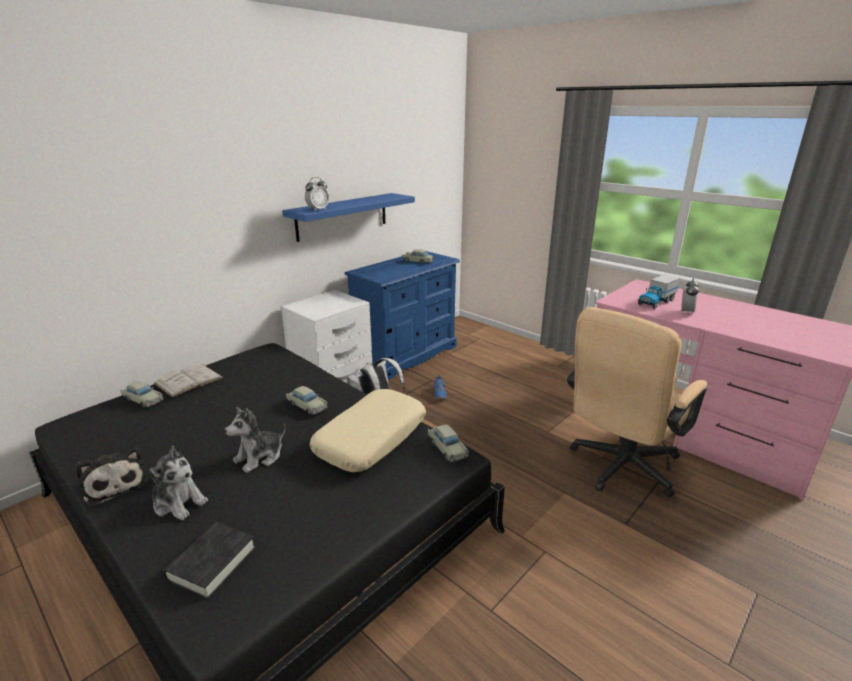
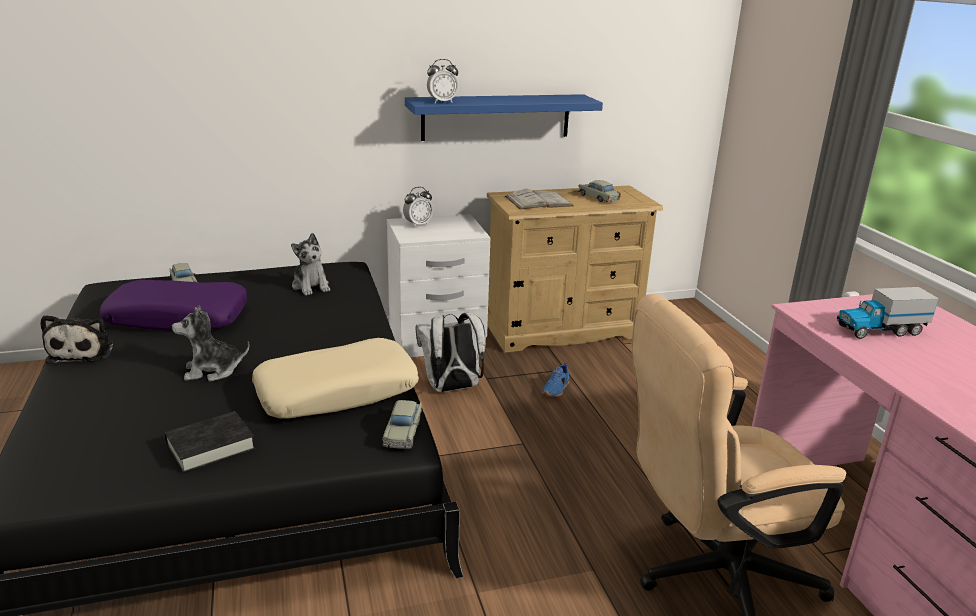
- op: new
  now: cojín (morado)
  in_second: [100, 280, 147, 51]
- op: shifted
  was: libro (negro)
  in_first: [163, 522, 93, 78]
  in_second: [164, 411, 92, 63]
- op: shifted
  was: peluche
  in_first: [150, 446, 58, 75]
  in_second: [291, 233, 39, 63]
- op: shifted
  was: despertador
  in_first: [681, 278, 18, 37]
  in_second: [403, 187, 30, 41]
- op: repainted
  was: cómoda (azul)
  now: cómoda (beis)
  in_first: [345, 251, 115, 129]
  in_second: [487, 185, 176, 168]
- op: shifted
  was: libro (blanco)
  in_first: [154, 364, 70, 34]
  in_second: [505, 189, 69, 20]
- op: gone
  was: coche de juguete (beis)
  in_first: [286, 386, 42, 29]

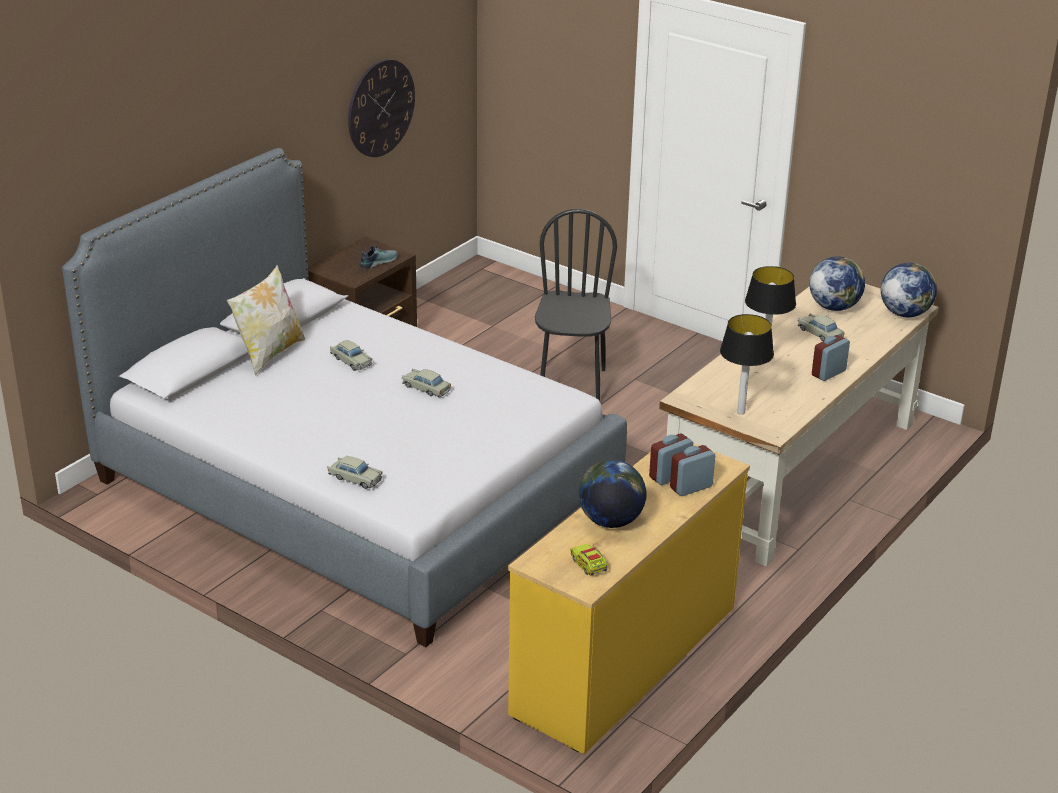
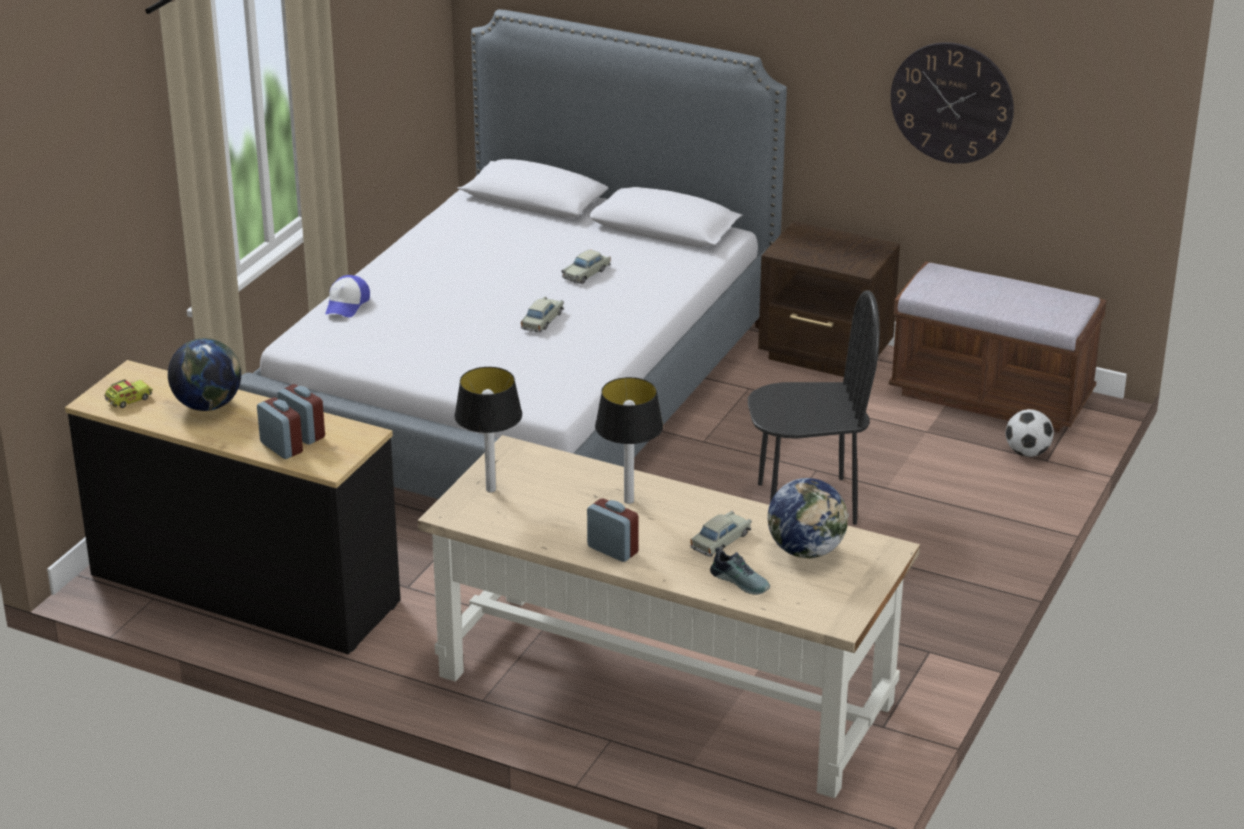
- op: repainted
  was: cómoda (amarillo)
  now: cómoda (negro)
  in_first: [508, 443, 242, 311]
  in_second: [65, 360, 336, 295]
- op: swapped
  was: coche de juguete (beis)
  now: gorra
  in_first: [328, 456, 55, 33]
  in_second: [325, 275, 45, 42]
- op: shifted
  was: zapato
  in_first: [360, 245, 38, 24]
  in_second: [710, 547, 60, 48]
- op: new
  now: banco (marrón)
  in_second: [889, 261, 217, 172]
- op: new
  now: balón de fútbol
  in_second: [1006, 409, 48, 48]
- op: gone
  was: cojín
  in_first: [227, 265, 78, 111]
- op: gone
  was: globo terráqueo
  in_first: [881, 263, 56, 54]

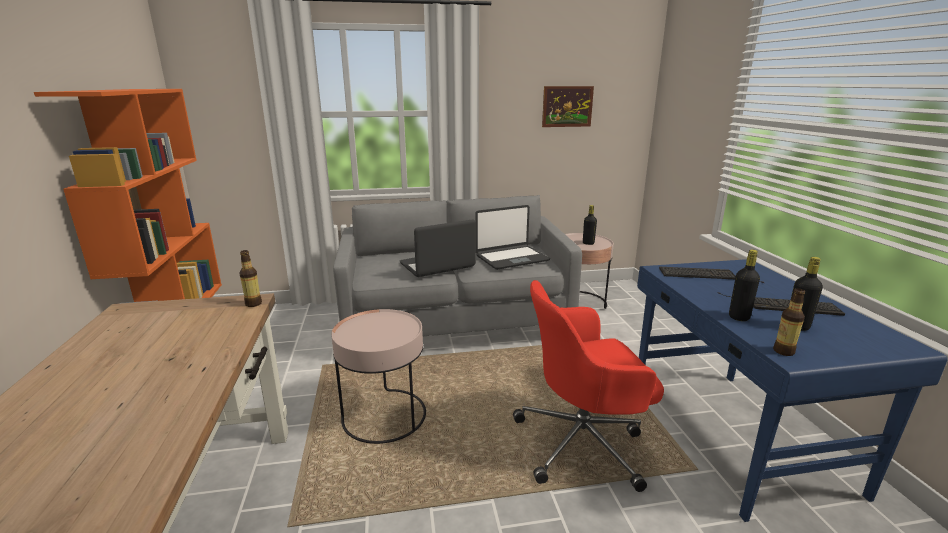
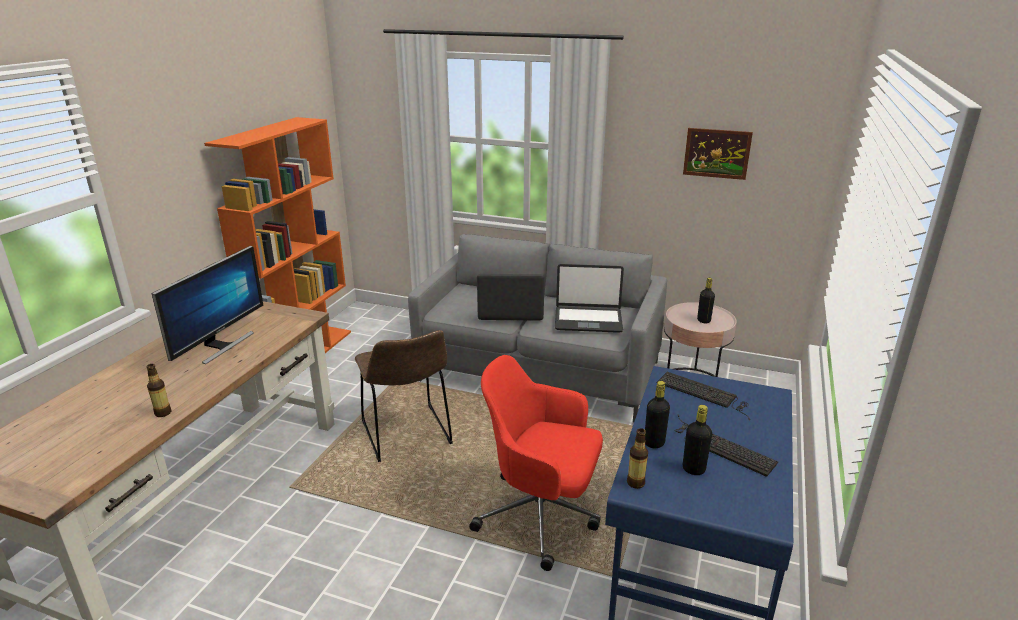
- op: shifted
  was: botella
  in_first: [240, 250, 22, 57]
  in_second: [146, 364, 25, 53]
- op: new
  now: monitor
  in_second: [152, 246, 111, 118]
- op: swapped
  was: mesa auxiliar (rosa)
  now: silla (marrón)
  in_first: [331, 309, 95, 135]
  in_second: [355, 330, 98, 132]

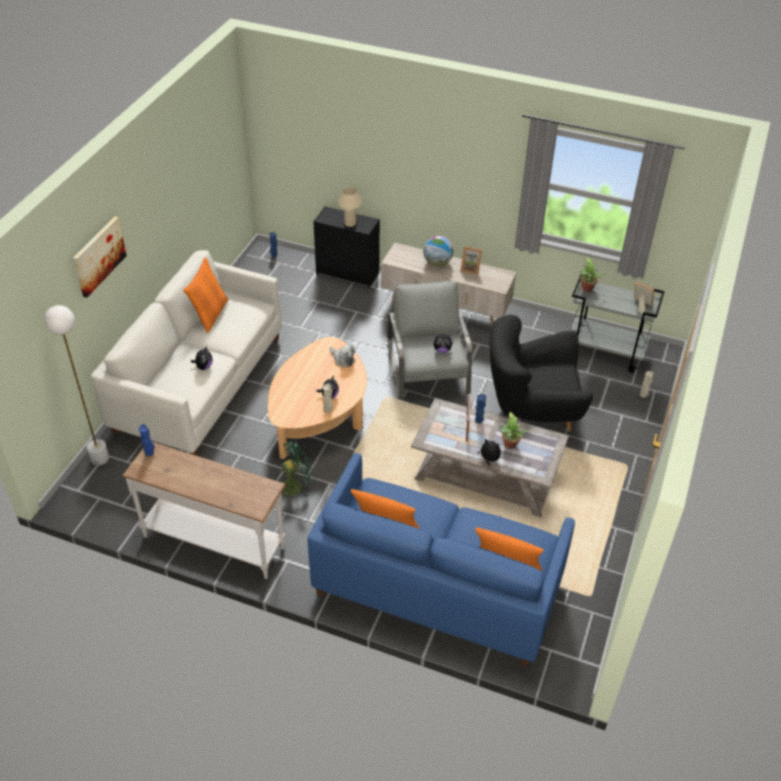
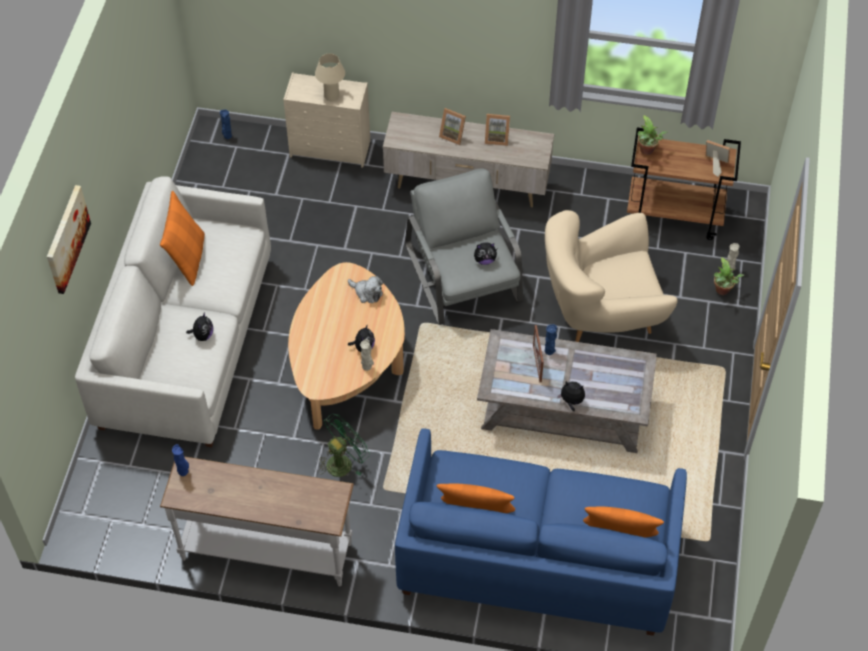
- op: repainted
  was: cómoda (negro)
  now: cómoda (beis)
  in_first: [313, 206, 67, 82]
  in_second: [283, 73, 87, 95]
- op: swapped
  was: globo terráqueo
  now: portarretratos
  in_first: [423, 236, 30, 30]
  in_second: [439, 108, 27, 37]
- op: repainted
  was: sillón (negro)
  now: sillón (beis)
  in_first: [490, 315, 103, 116]
  in_second: [545, 210, 133, 132]
- op: repainted
  was: carrito (gris)
  now: carrito (marrón)
  in_first: [570, 273, 95, 100]
  in_second: [627, 127, 114, 113]
- op: shifted
  was: planta en maceta
  in_first: [501, 412, 29, 37]
  in_second: [714, 257, 30, 38]
- op: gone
  was: lámpara de pie (blanco)
  in_first: [44, 305, 65, 160]

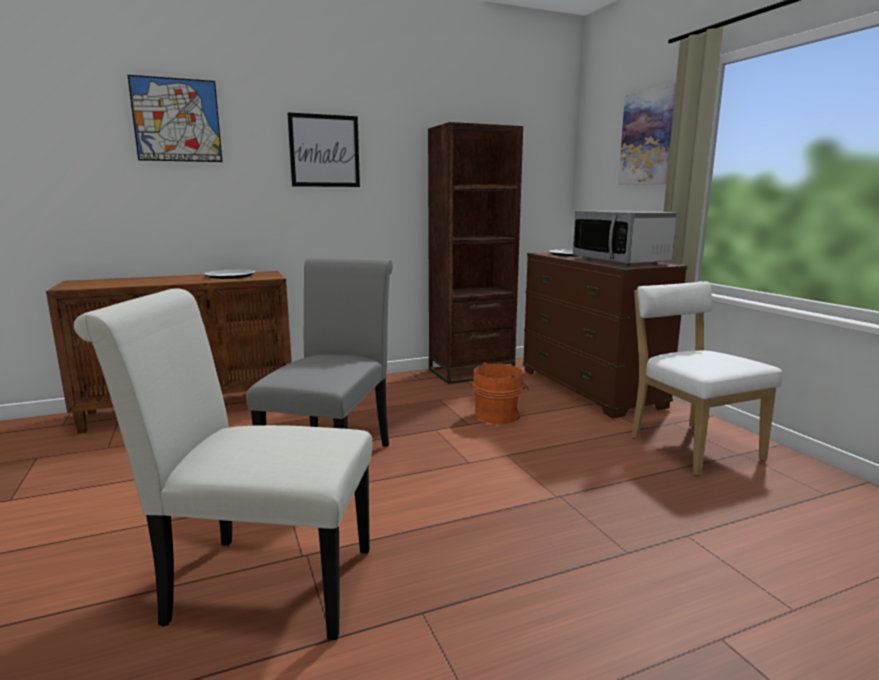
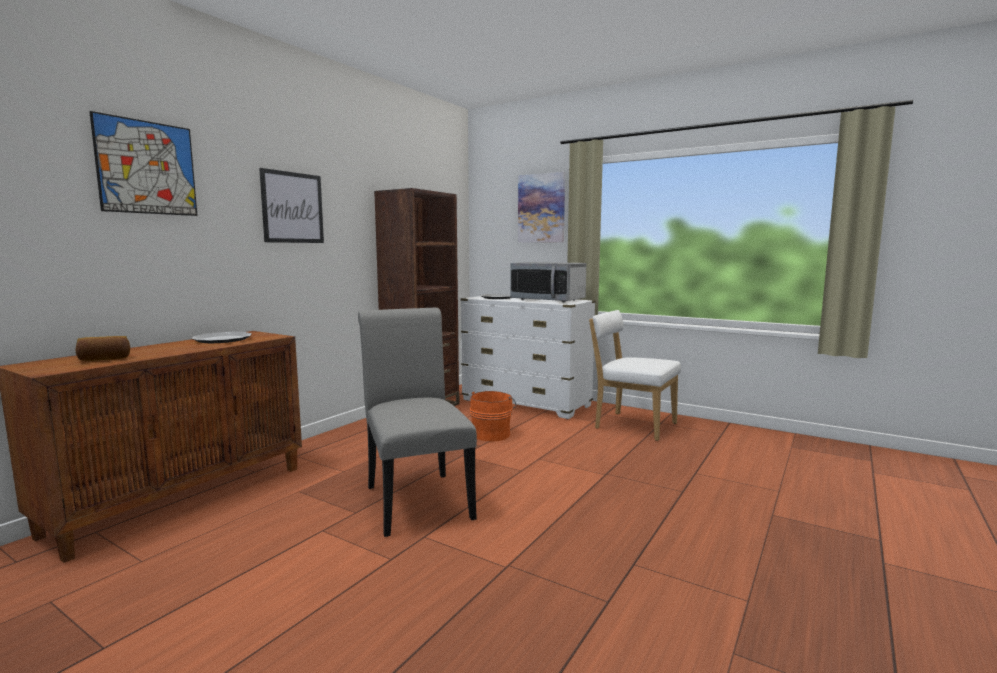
- op: new
  now: pan
  in_second: [75, 336, 55, 25]
- op: repainted
  was: cómoda (marrón)
  now: cómoda (blanco)
  in_first: [523, 252, 165, 166]
  in_second: [461, 296, 135, 123]
- op: gone
  was: silla (blanco)
  in_first: [74, 289, 298, 351]

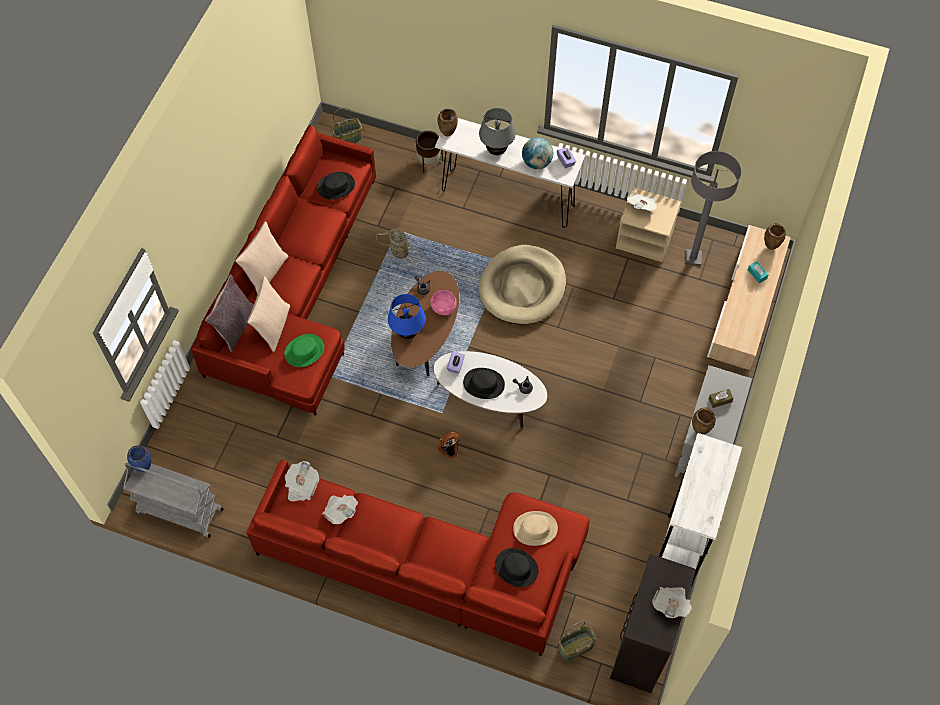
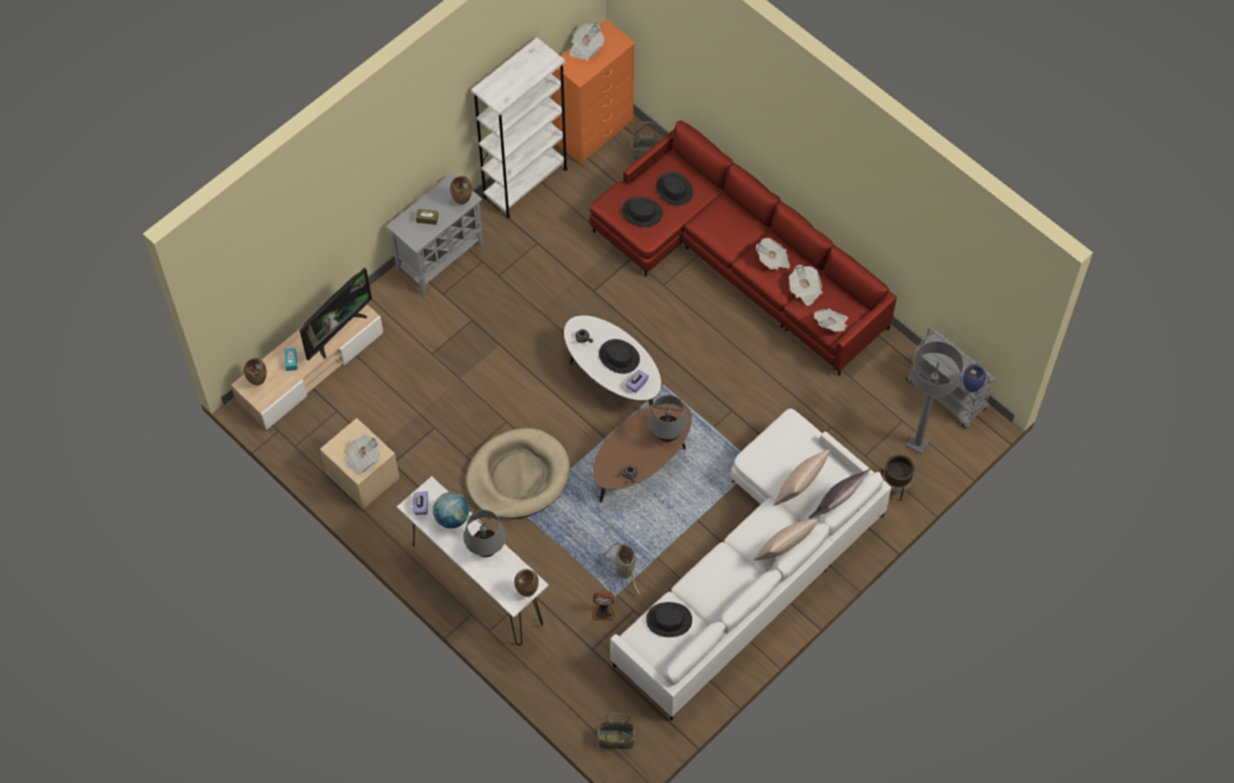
- op: new
  now: televisor
  in_second: [300, 268, 72, 93]
- op: repainted
  was: cómoda (negro)
  now: cómoda (naranja)
  in_first: [610, 554, 86, 139]
  in_second: [552, 19, 83, 146]
- op: shifted
  was: ventilador
  in_first: [438, 432, 22, 27]
  in_second: [592, 591, 23, 29]
- op: repainted
  was: sofá (rojo)
  now: sofá (blanco)
  in_first: [191, 125, 185, 291]
  in_second: [610, 408, 281, 313]
- op: repainted
  was: sombrero (beis)
  now: sombrero (negro)
  in_first: [513, 511, 45, 35]
  in_second: [621, 197, 42, 30]
- op: repainted
  was: lámpara de mesa (azul)
  now: lámpara de mesa (gris)
  in_first: [388, 294, 38, 45]
  in_second: [648, 395, 40, 47]
- op: new
  now: periódico
  in_second: [756, 238, 34, 32]
- op: shifted
  was: maceta (marrón)
  in_first: [416, 131, 27, 42]
  in_second: [881, 455, 33, 46]
- op: shifted
  was: lámpara de pie (gris)
  in_first: [685, 151, 56, 114]
  in_second: [906, 341, 58, 114]
- op: gone
  was: sombrero (verde)
  in_first: [284, 334, 40, 33]
- op: gone
  was: cuenco (rosa)
  in_first: [431, 290, 26, 26]

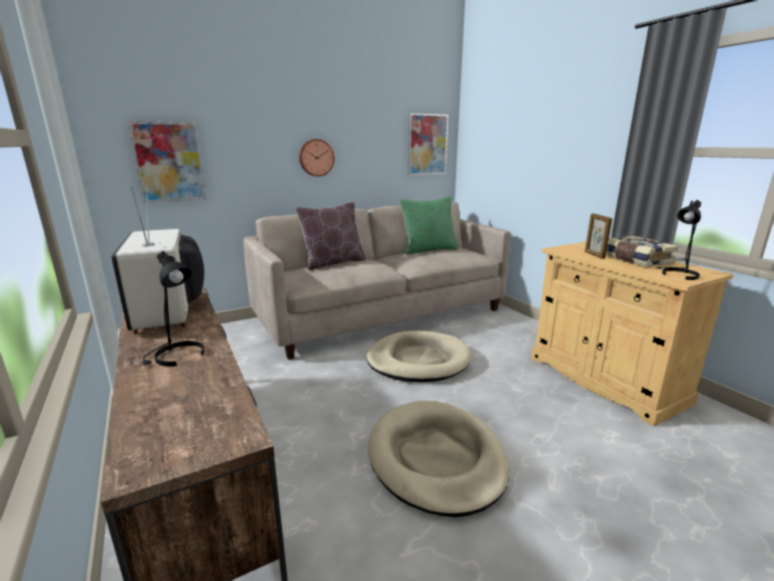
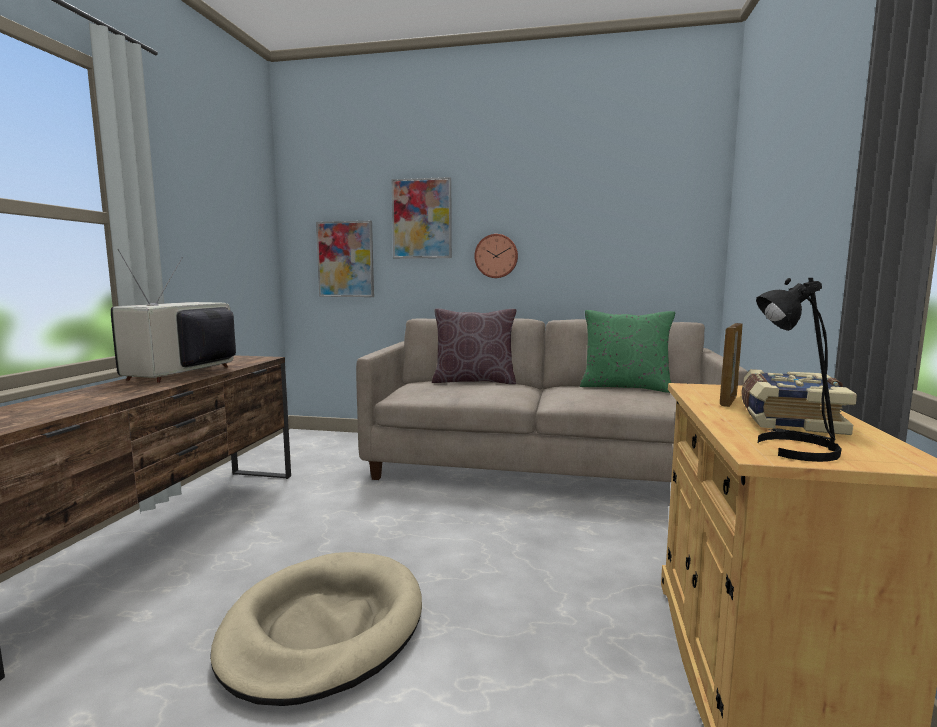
- op: shifted
  was: cuadro
  in_first: [408, 113, 40, 62]
  in_second: [392, 177, 60, 82]
- op: gone
  was: lámpara de mesa (negro)
  in_first: [142, 251, 62, 115]
- op: gone
  was: cama para perro (beis)
  in_first: [366, 330, 105, 52]

